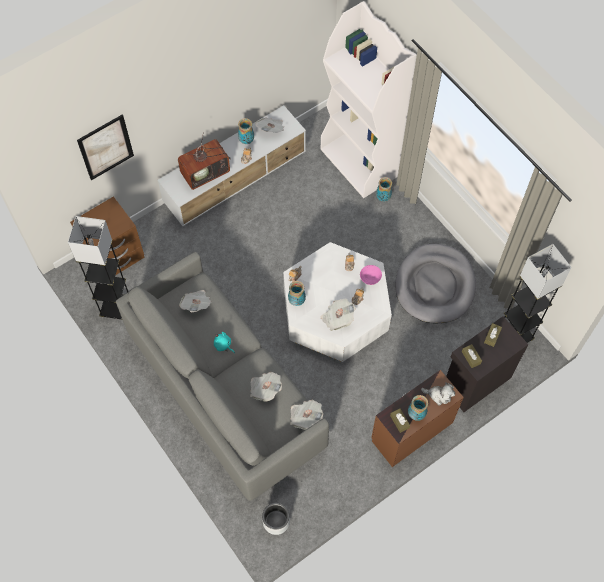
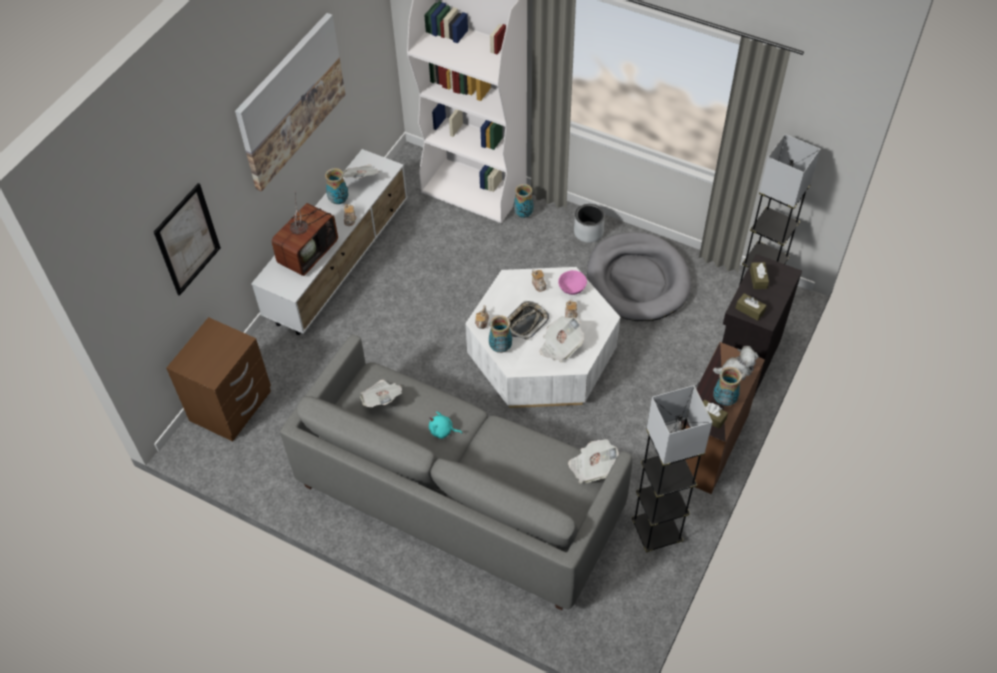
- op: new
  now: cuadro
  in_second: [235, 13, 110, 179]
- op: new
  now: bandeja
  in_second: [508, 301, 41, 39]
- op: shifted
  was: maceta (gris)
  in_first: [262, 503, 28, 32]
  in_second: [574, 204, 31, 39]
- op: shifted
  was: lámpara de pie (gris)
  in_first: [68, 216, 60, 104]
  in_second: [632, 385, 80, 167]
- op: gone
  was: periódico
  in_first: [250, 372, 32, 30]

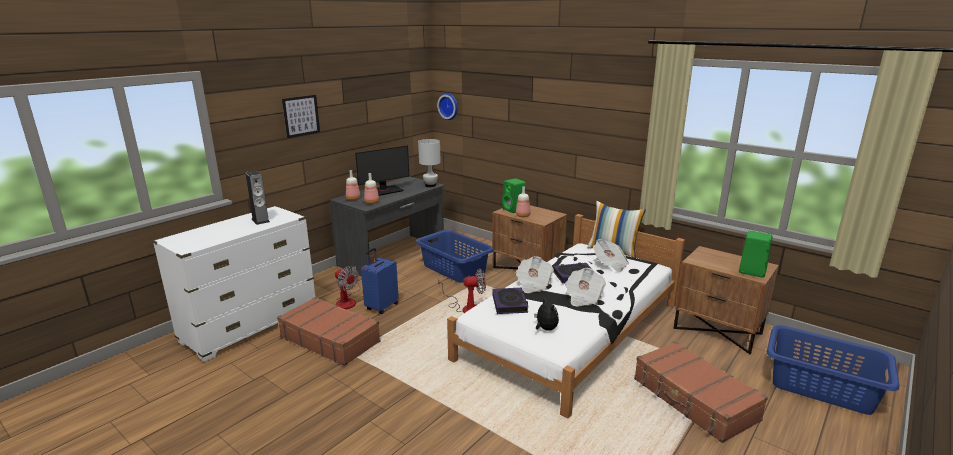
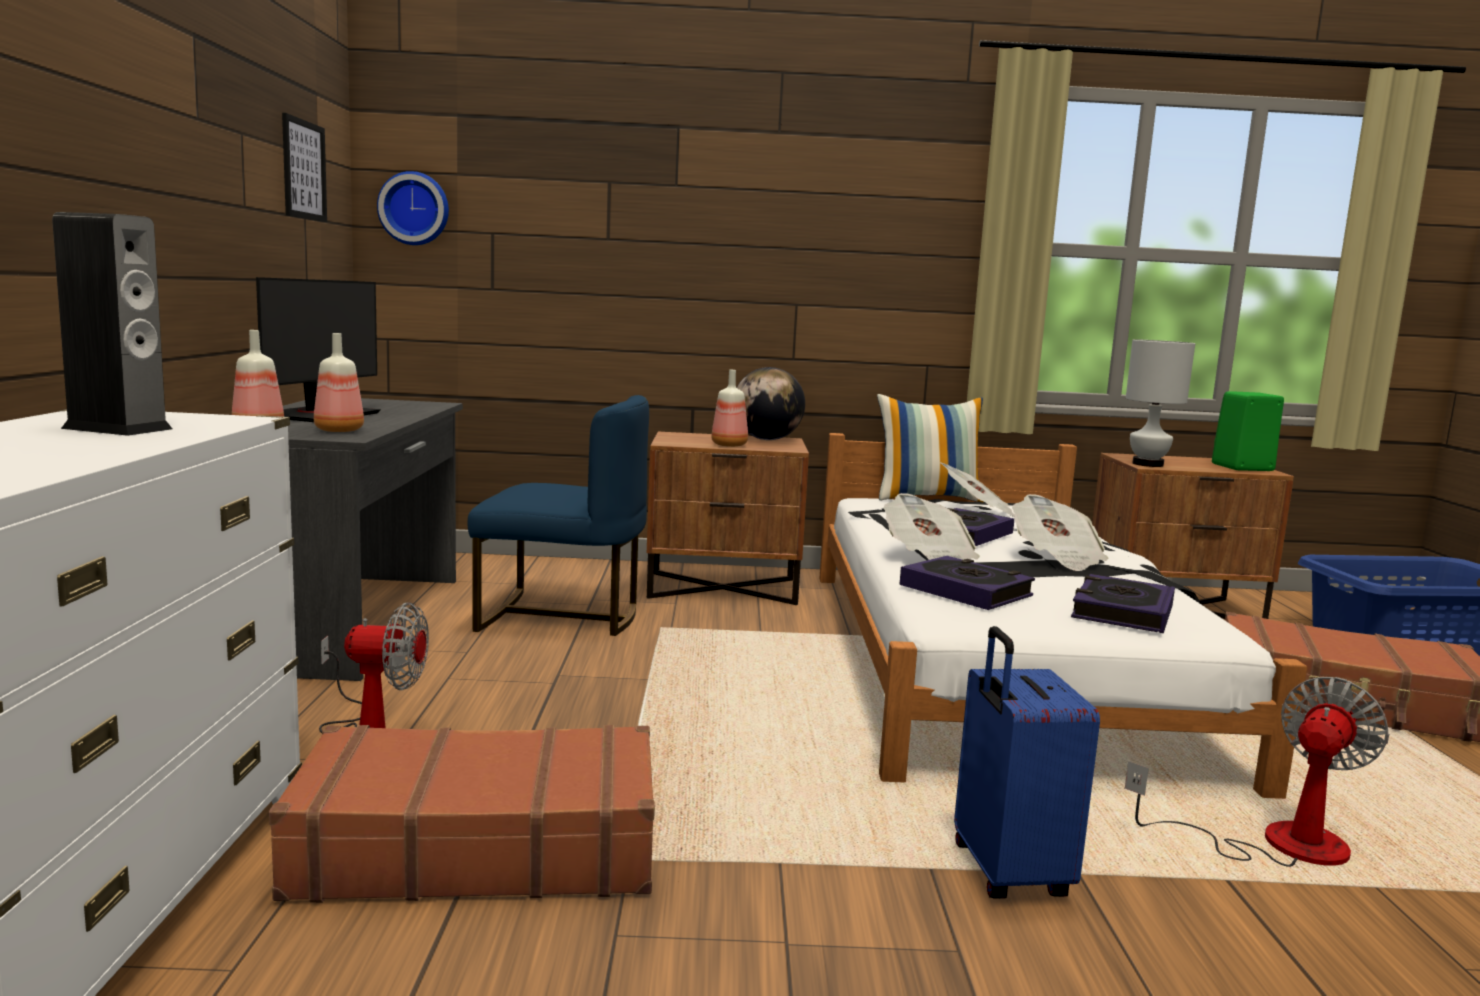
- op: shifted
  was: cuadro
  in_first: [282, 95, 38, 43]
  in_second: [282, 113, 45, 109]
- op: swapped
  was: cesto de la ropa (azul)
  now: silla (azul)
  in_first: [416, 230, 78, 53]
  in_second: [468, 395, 181, 241]
- op: new
  now: globo terráqueo
  in_second: [737, 367, 68, 73]
- op: shifted
  was: maleta (azul)
  in_first: [361, 248, 38, 66]
  in_second: [954, 626, 146, 273]
- op: swapped
  was: peluche
  now: libro
  in_first: [534, 297, 25, 34]
  in_second: [1071, 574, 104, 59]
- op: shifted
  was: ventilador
  in_first: [438, 269, 48, 44]
  in_second: [1125, 677, 264, 190]
- op: shifted
  was: lámpara de mesa (blanco)
  in_first: [418, 139, 23, 48]
  in_second: [1126, 339, 69, 128]
- op: gone
  was: altavoz (verde)
  in_first: [502, 178, 24, 35]

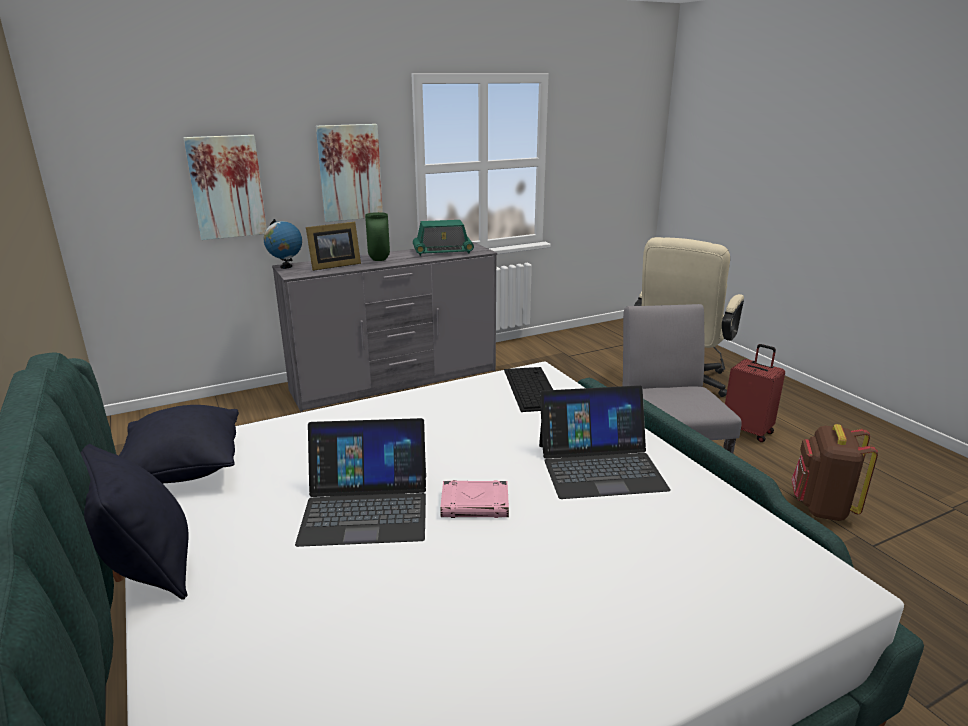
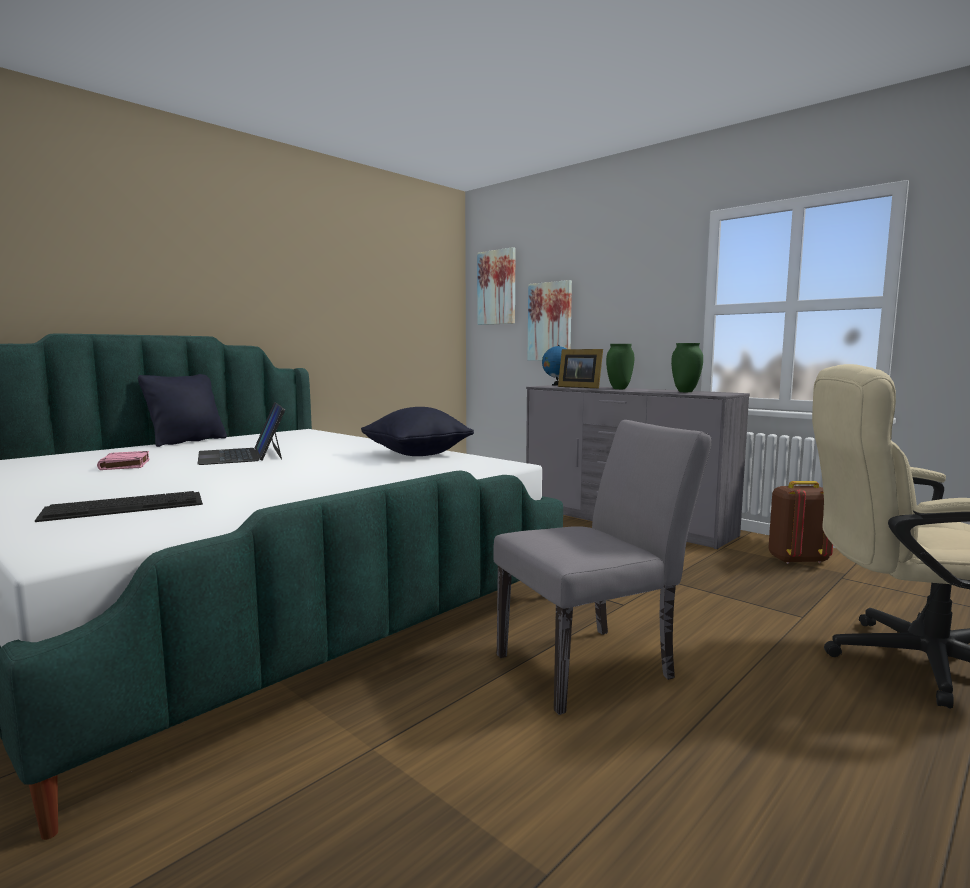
- op: shifted
  was: teclado
  in_first: [504, 367, 49, 45]
  in_second: [35, 491, 168, 31]
- op: shifted
  was: libro (rosa)
  in_first: [440, 480, 69, 38]
  in_second: [97, 451, 53, 19]
- op: shifted
  was: cojín (negro)
  in_first: [119, 405, 120, 78]
  in_second: [361, 407, 113, 49]
- op: shifted
  was: cuadro
  in_first: [316, 124, 67, 98]
  in_second: [477, 247, 39, 78]
- op: swapped
  was: radio
  now: florero (verde)
  in_first: [413, 220, 61, 36]
  in_second: [671, 343, 32, 49]
- op: shifted
  was: mochila (marrón)
  in_first: [791, 424, 87, 97]
  in_second: [768, 481, 65, 83]
- op: gone
  was: portátil
  in_first: [539, 385, 132, 114]
- op: gone
  was: maleta (rojo)
  in_first: [725, 344, 60, 98]

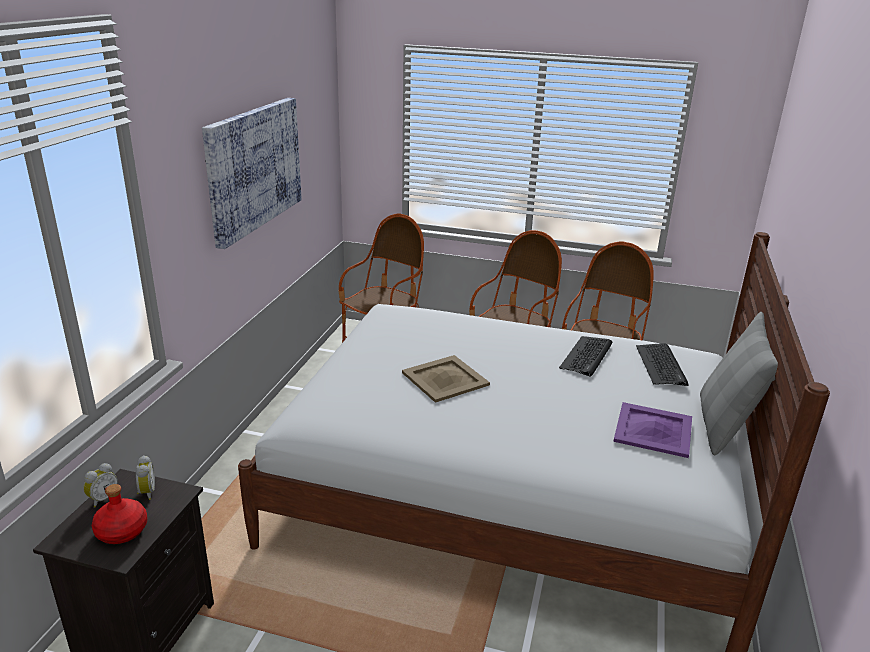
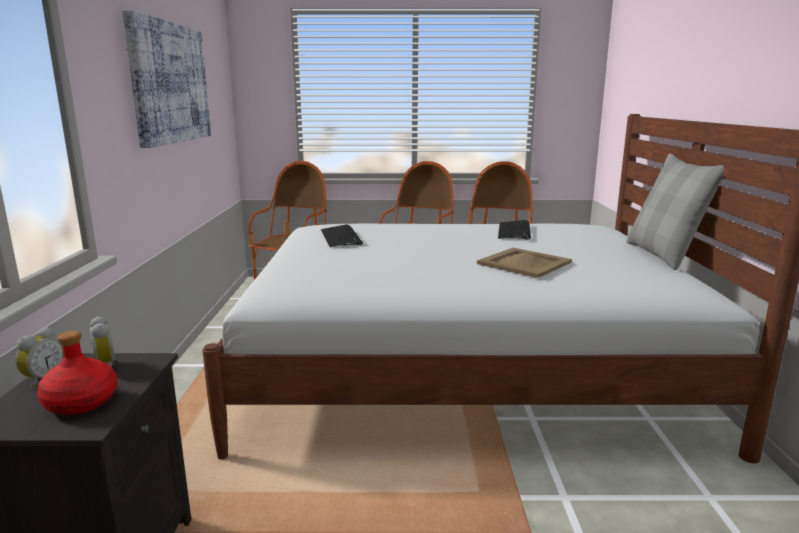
- op: shifted
  was: teclado
  in_first: [636, 343, 52, 43]
  in_second: [321, 224, 42, 23]
- op: shifted
  was: bandeja (beis)
  in_first: [402, 355, 88, 48]
  in_second: [477, 248, 95, 30]
- op: gone
  was: bandeja (morado)
  in_first: [613, 402, 79, 56]

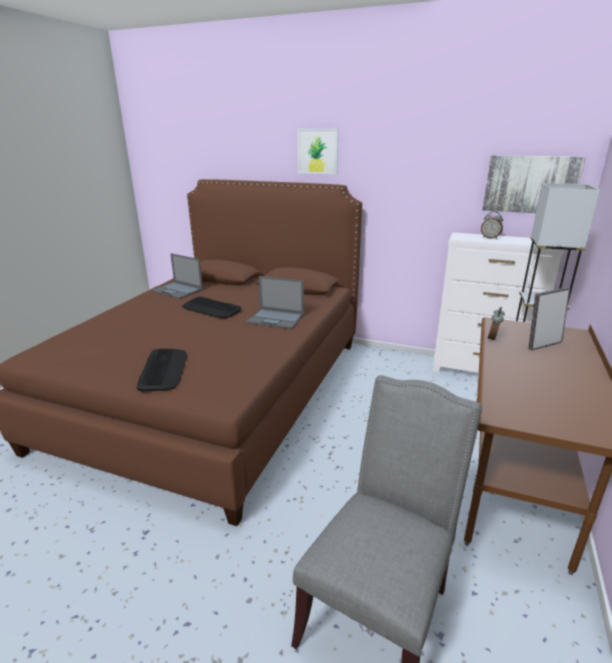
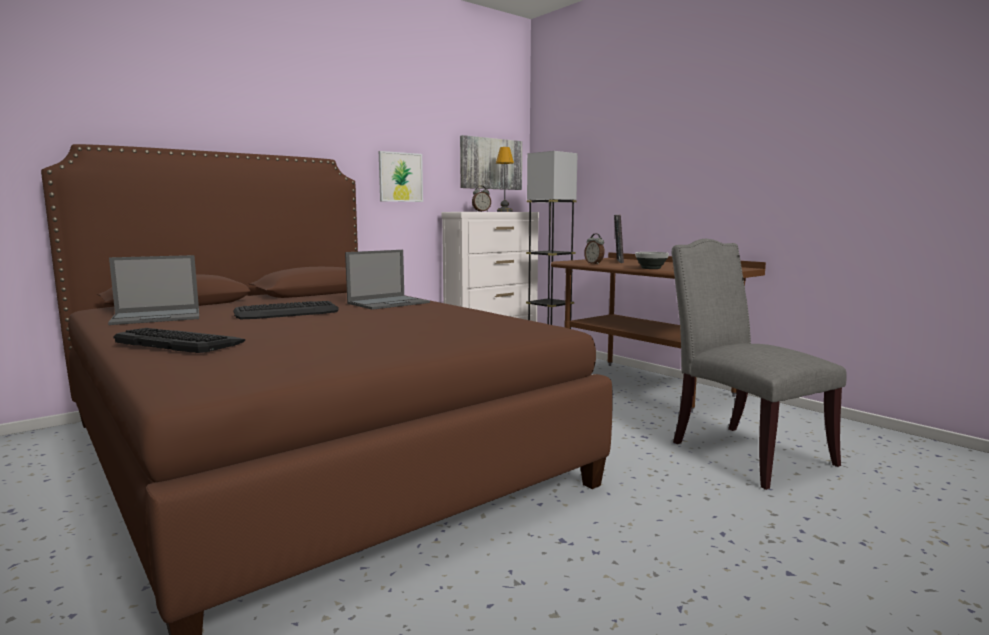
- op: shifted
  was: teclado
  in_first: [136, 349, 51, 43]
  in_second: [113, 328, 132, 25]
- op: shifted
  was: cuadro
  in_first: [298, 129, 40, 45]
  in_second: [379, 151, 44, 51]
- op: new
  now: lámpara de mesa
  in_second: [496, 147, 18, 65]
- op: new
  now: cuenco
  in_second: [635, 252, 34, 17]

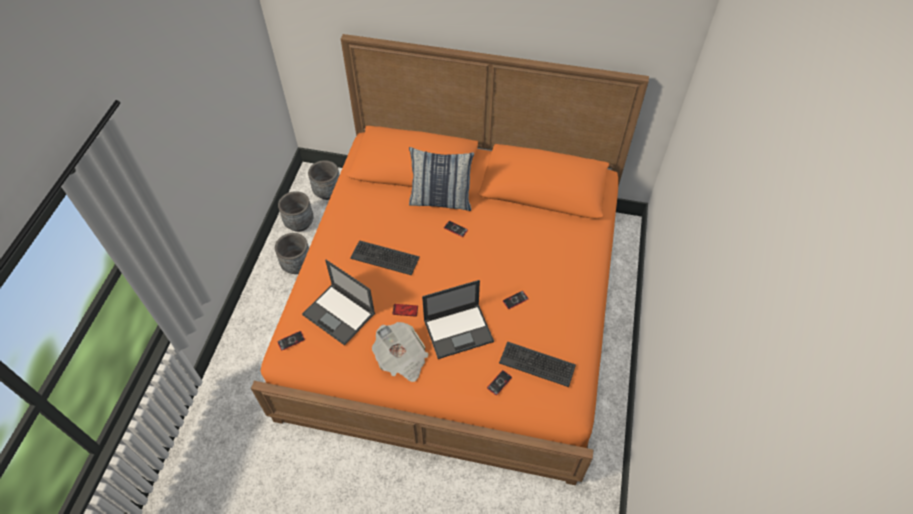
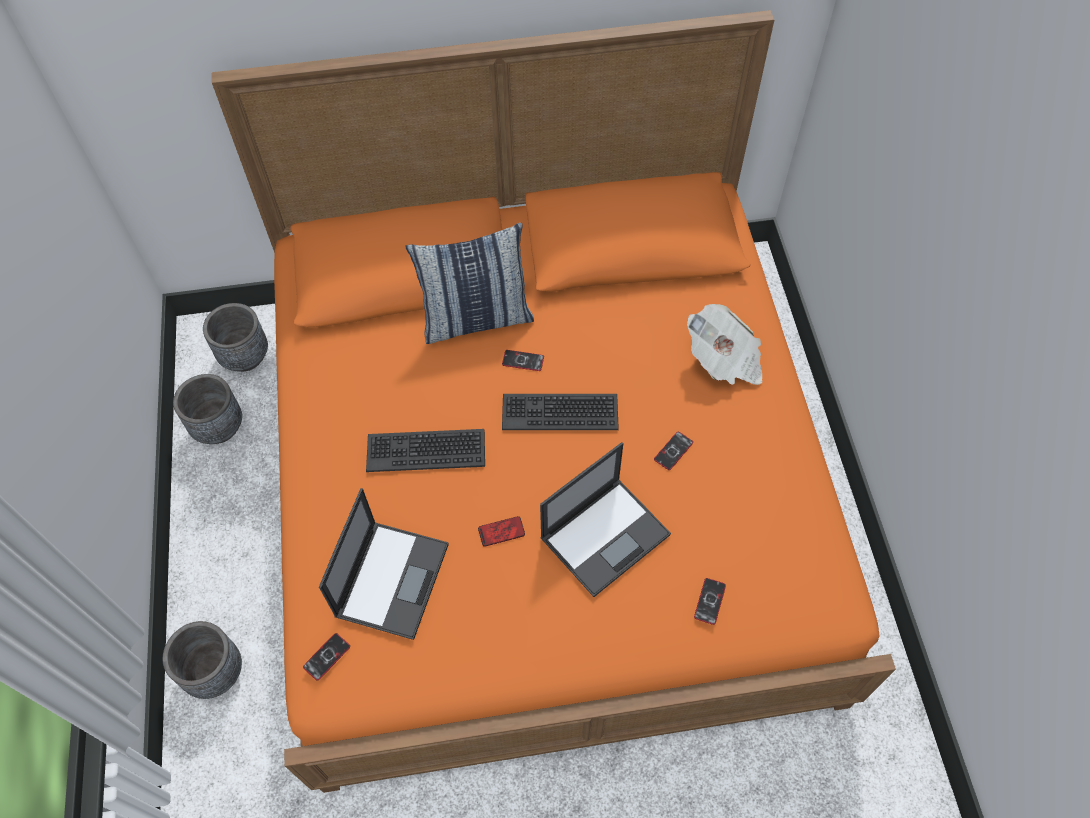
- op: shifted
  was: maceta (gris)
  in_first: [275, 233, 34, 41]
  in_second: [163, 621, 79, 78]
- op: rotated
  was: portátil
  in_first: [302, 260, 73, 86]
  in_second: [319, 488, 130, 152]
  clockwise: -90
- op: shifted
  was: teclado
  in_first: [499, 342, 77, 45]
  in_second: [502, 394, 117, 36]
- op: shifted
  was: periódico
  in_first: [372, 322, 57, 60]
  in_second: [687, 304, 76, 81]

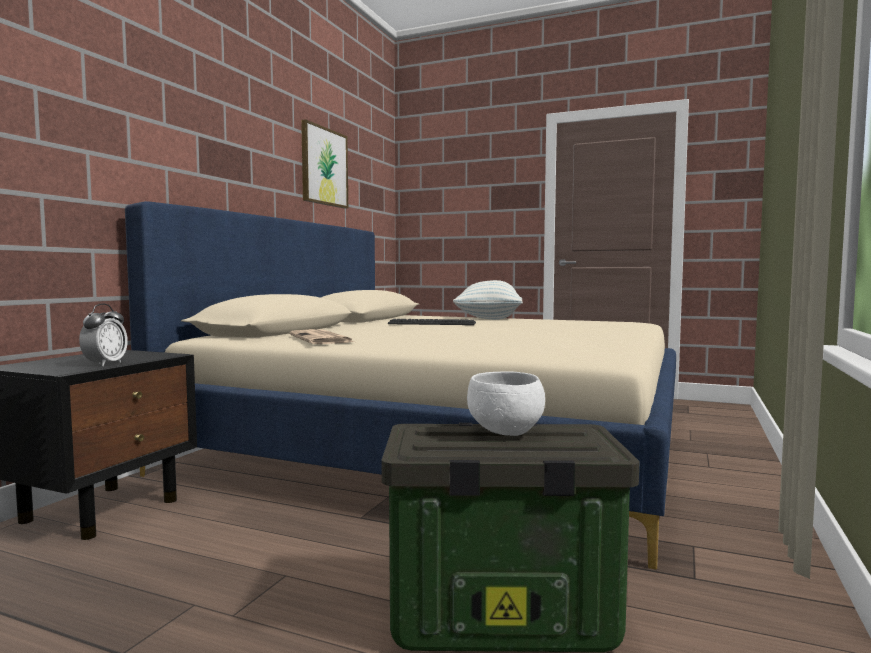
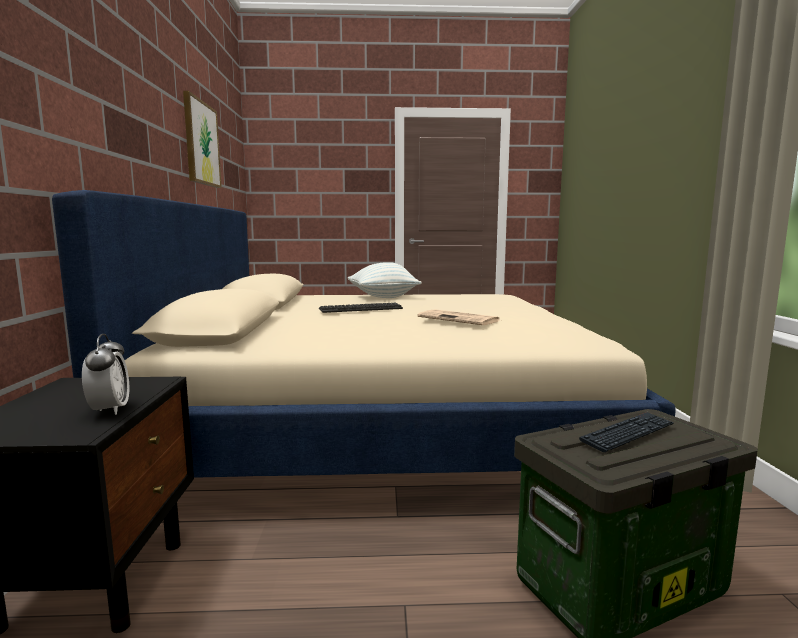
- op: shifted
  was: periódico
  in_first: [289, 329, 65, 15]
  in_second: [417, 309, 84, 16]
- op: swapped
  was: cuenco (blanco)
  now: teclado
  in_first: [467, 371, 78, 65]
  in_second: [579, 412, 95, 40]

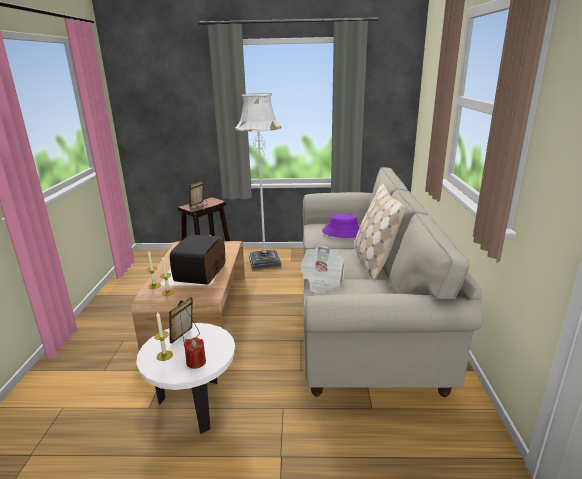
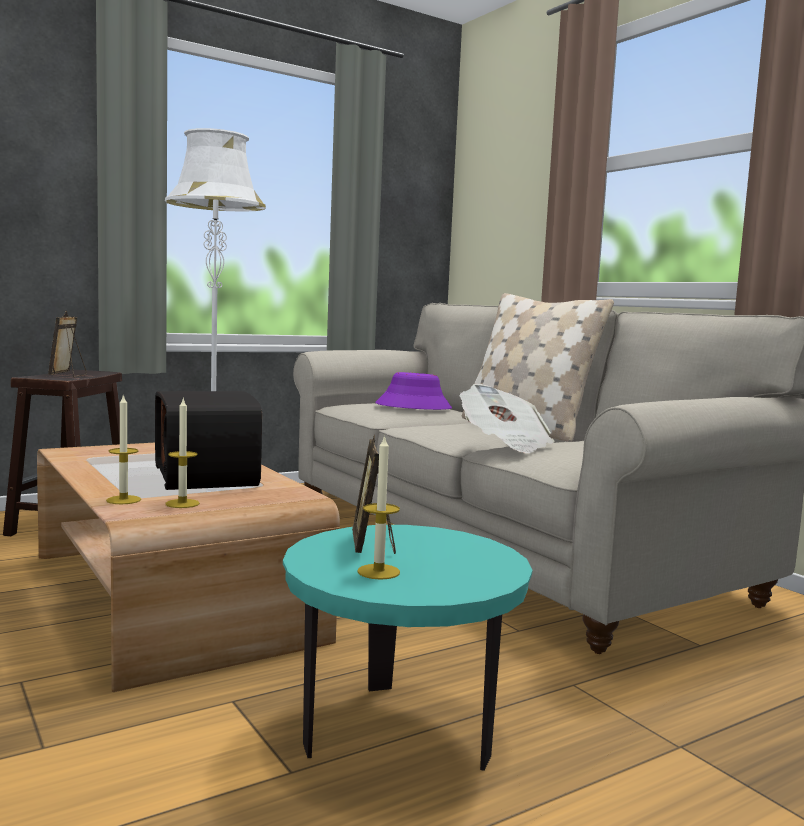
- op: repainted
  was: mesa auxiliar (blanco)
  now: mesa auxiliar (turquesa)
  in_first: [136, 323, 99, 111]
  in_second: [283, 525, 249, 246]
- op: gone
  was: vela (rojo)
  in_first: [184, 337, 22, 32]

